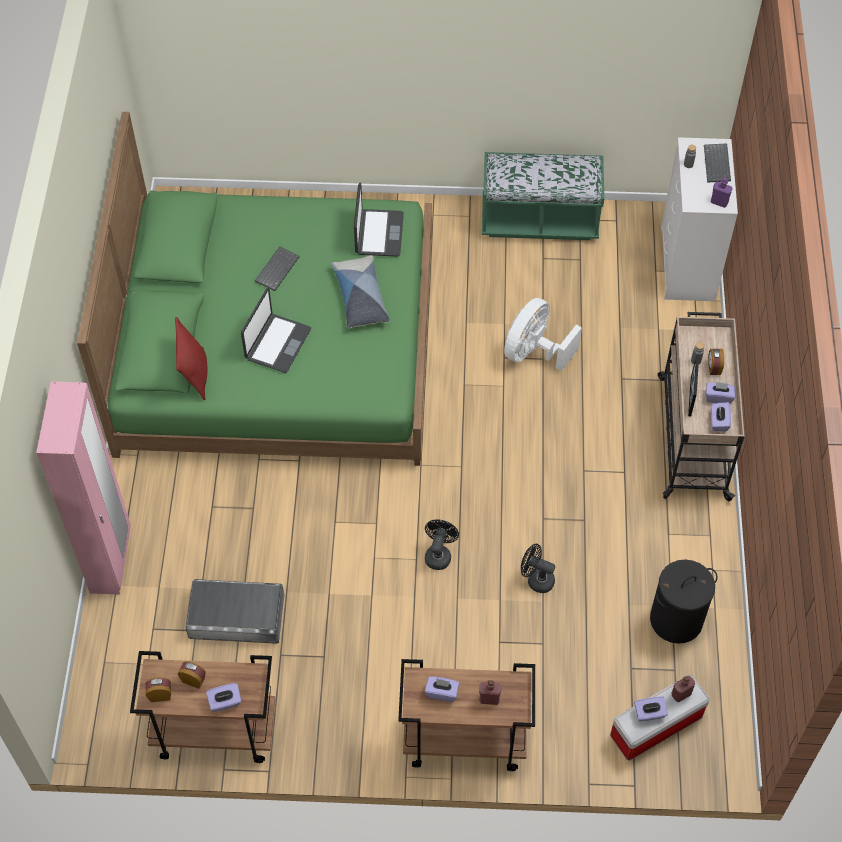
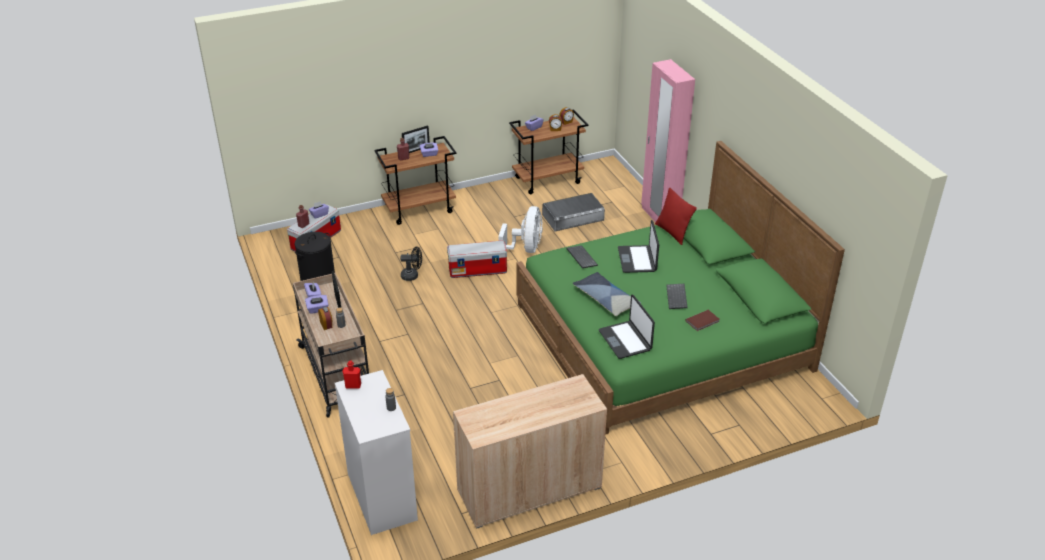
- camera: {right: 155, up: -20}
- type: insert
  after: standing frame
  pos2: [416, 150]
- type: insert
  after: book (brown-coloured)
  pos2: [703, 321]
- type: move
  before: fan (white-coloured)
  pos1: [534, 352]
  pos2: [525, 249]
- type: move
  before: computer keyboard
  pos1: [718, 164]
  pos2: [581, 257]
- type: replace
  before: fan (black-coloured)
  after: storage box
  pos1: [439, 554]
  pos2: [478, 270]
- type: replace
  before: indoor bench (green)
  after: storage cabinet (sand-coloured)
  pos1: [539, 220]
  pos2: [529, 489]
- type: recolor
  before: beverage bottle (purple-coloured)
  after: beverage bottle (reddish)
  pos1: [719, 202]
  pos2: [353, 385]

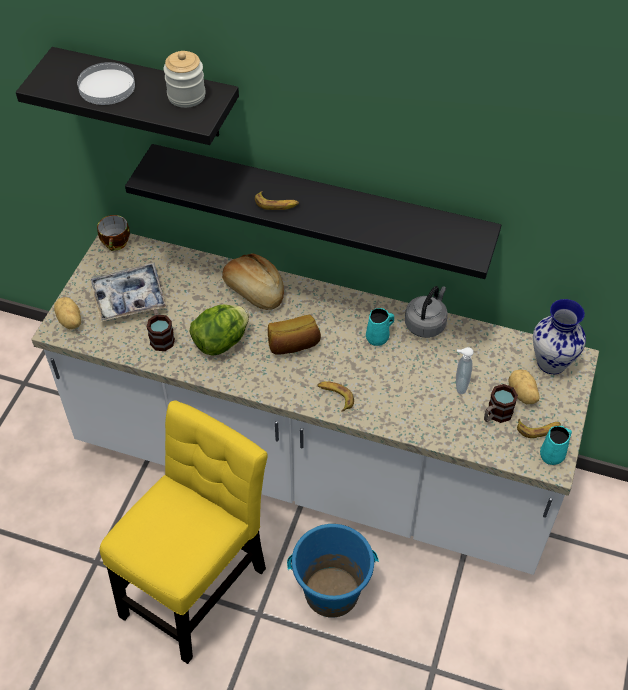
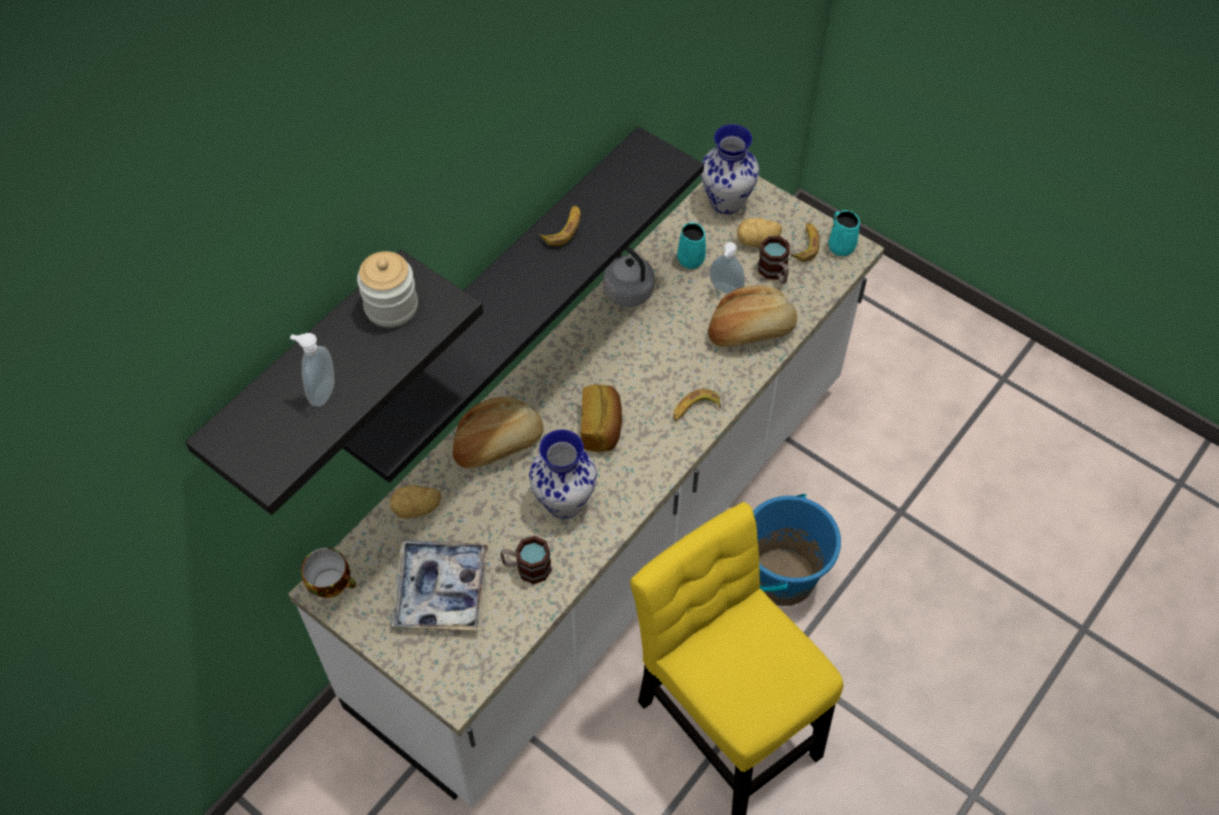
- camera: {right: -70, up: 5}
- type: insert
  after: bread
  pos2: [750, 330]
- type: move
  before: potato
  pos1: [69, 321]
  pos2: [417, 509]
- type: move
  before: banana
  pos1: [276, 204]
  pos2: [563, 229]
- type: move
  before: coffee mug (turquoise-coloured)
  pos1: [378, 337]
  pos2: [690, 258]
- type: replace
  before: plate (white-coloured)
  after: liquid soap bottle
  pos1: [106, 87]
  pos2: [321, 392]
- type: replace
  before: head of lettuce
  after: flower vase
  pos1: [221, 342]
  pos2: [564, 503]

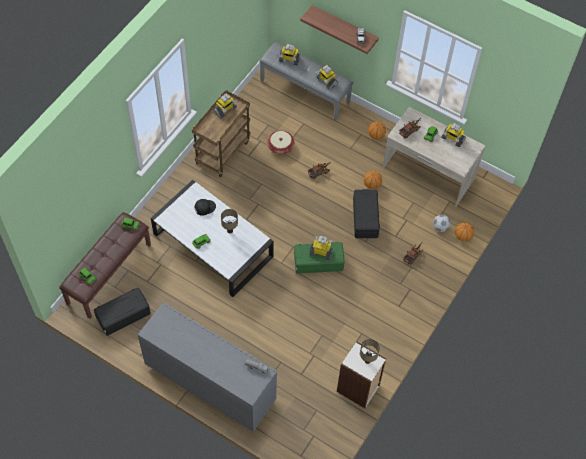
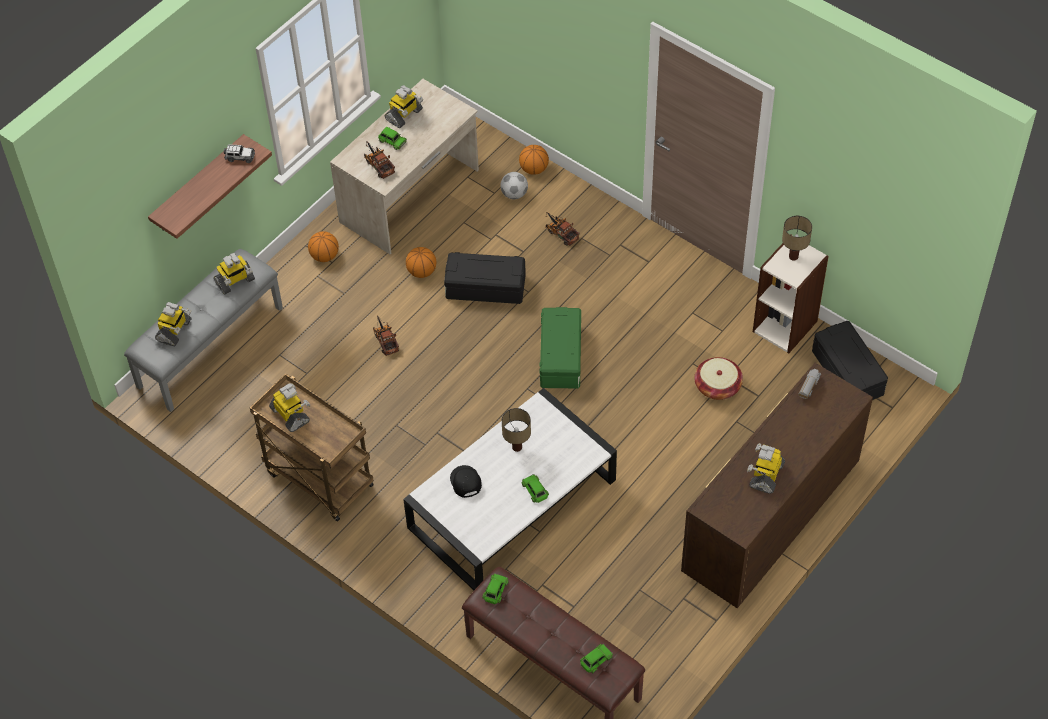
- camera: {right: -80, up: -5}
- type: move
  before: storage box (black-coloured)
  pos1: [123, 316]
  pos2: [848, 373]
- type: move
  before: basket
  pos1: [280, 147]
  pos2: [717, 386]
- type: move
  before: robot figure
  pos1: [321, 252]
  pos2: [765, 475]
- type: recolor
  before: chest of drawers (gray)
  after: chest of drawers (brown-coloured)
  pos1: [210, 382]
  pos2: [769, 520]

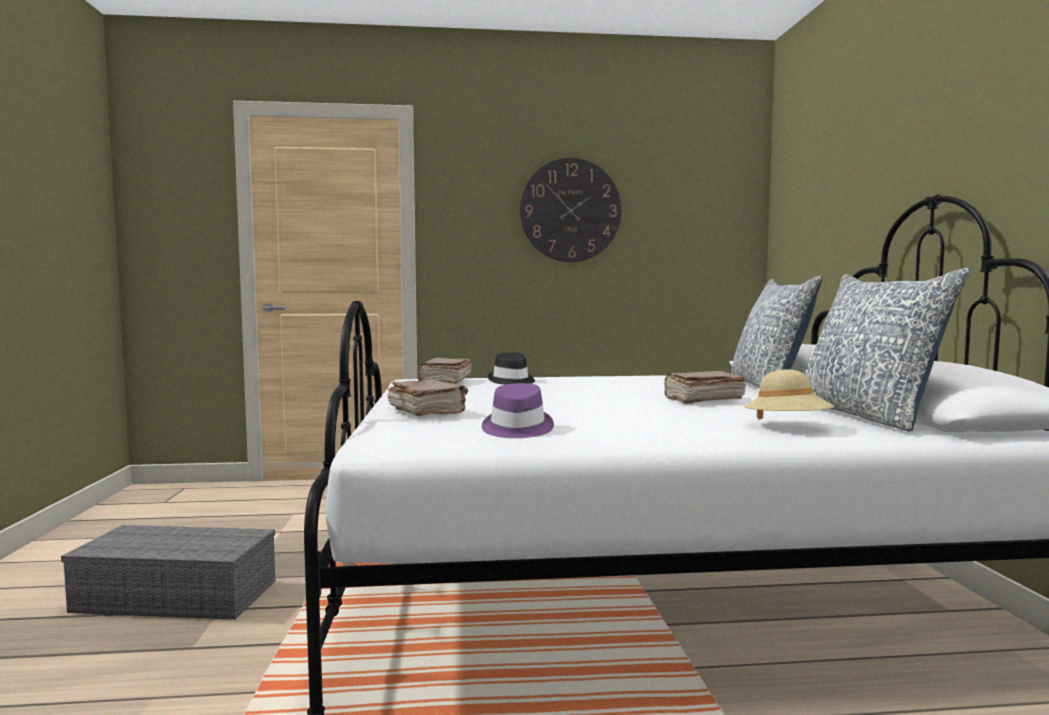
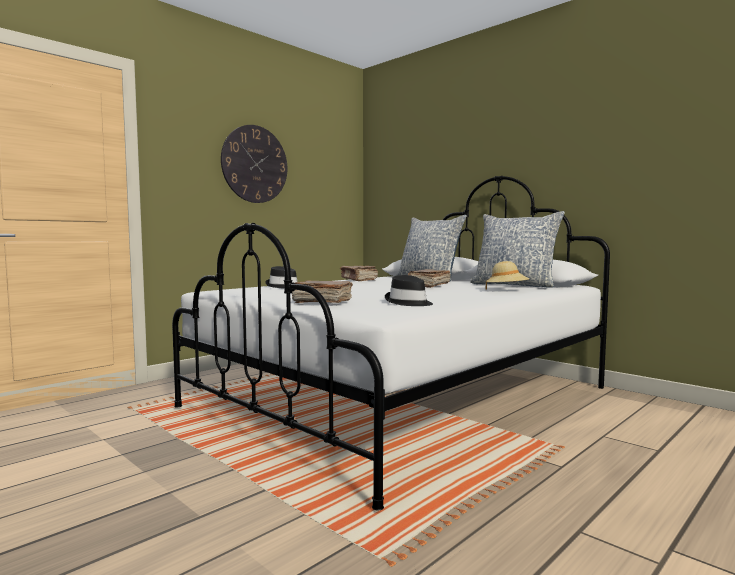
- camera: {right: -40, up: 0}
- type: delete
  before: storage box (gray)
  pos1: [180, 595]
- type: move
  before: book (brown-coloured)
  pos1: [445, 382]
  pos2: [358, 279]
- type: recolor
  before: wearable hat (purple-coloured)
  after: wearable hat (black-coloured)
  pos1: [516, 429]
  pos2: [409, 303]

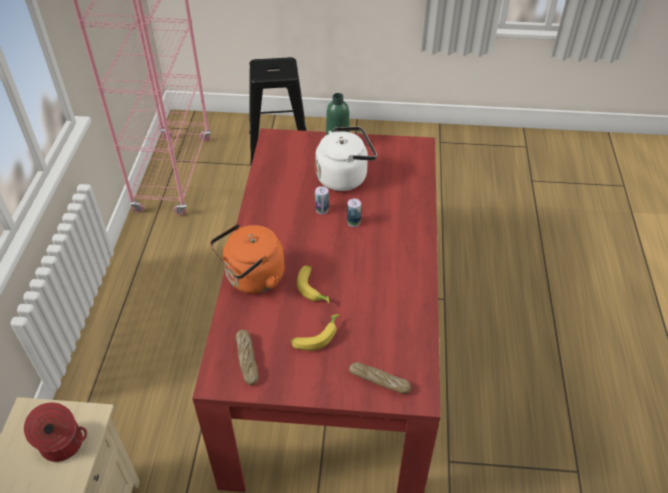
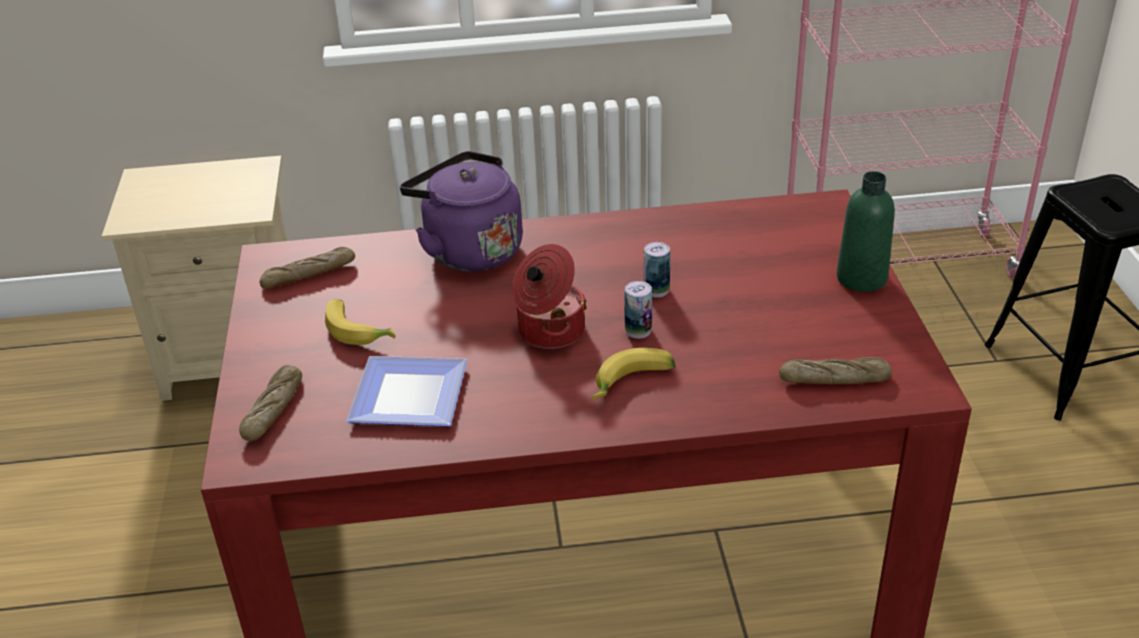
- camera: {right: 80, up: -10}
- type: delete
  before: tea kettle (white-coloured)
  pos1: [344, 177]
- type: insert
  after: plate
  pos2: [406, 393]
- type: insert
  after: bread
  pos2: [834, 379]
- type: move
  before: cooking pot
  pos1: [61, 445]
  pos2: [549, 331]
- type: move
  before: banana
  pos1: [314, 288]
  pos2: [633, 384]
- type: recolor
  before: tea kettle (orange)
  after: tea kettle (purple-coloured)
  pos1: [252, 279]
  pos2: [469, 250]

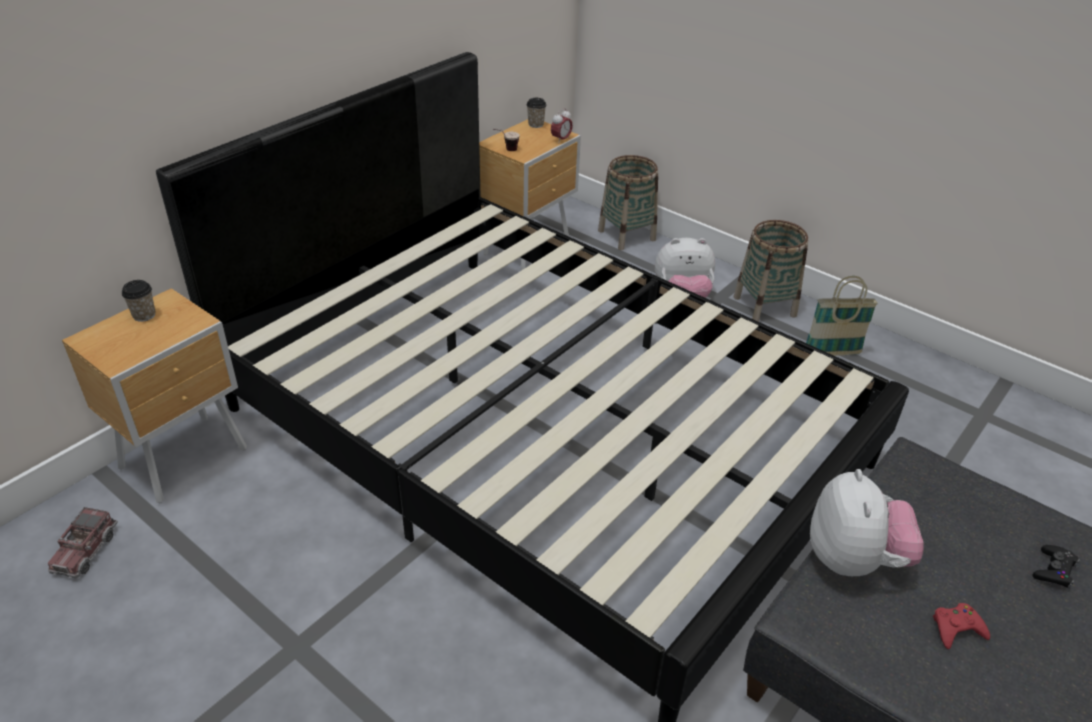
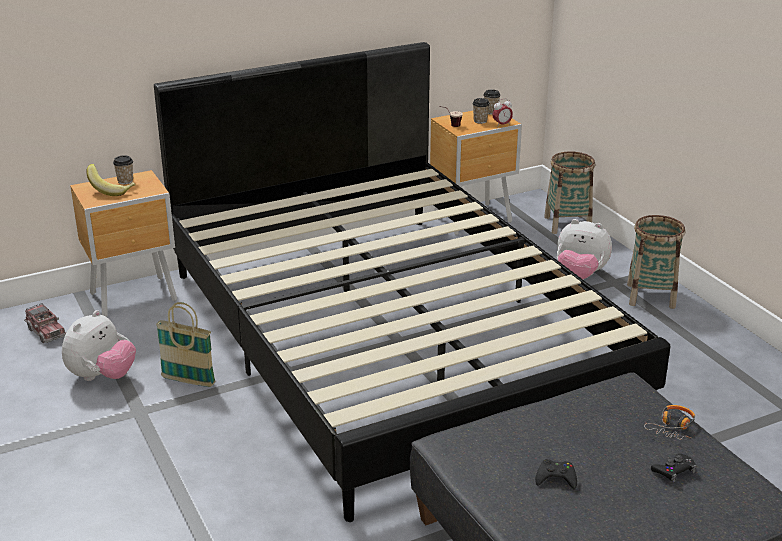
- camera: {right: 25, up: -10}
- type: insert
  after: banana
  pos2: [112, 190]
- type: insert
  after: drinking cup
  pos2: [480, 121]
- type: insert
  after: headphones
  pos2: [672, 427]
- type: move
  before: basket
  pos1: [832, 353]
  pos2: [188, 381]
- type: move
  before: plush toy
  pos1: [853, 560]
  pos2: [102, 376]
- type: recolor
  before: gamepad (reddish)
  after: gamepad (black-coloured)
  pos1: [956, 629]
  pos2: [556, 478]
- type: rotate
  before: model truck
  pos1: [85, 551]
  pos2: [46, 331]
  turn: -75

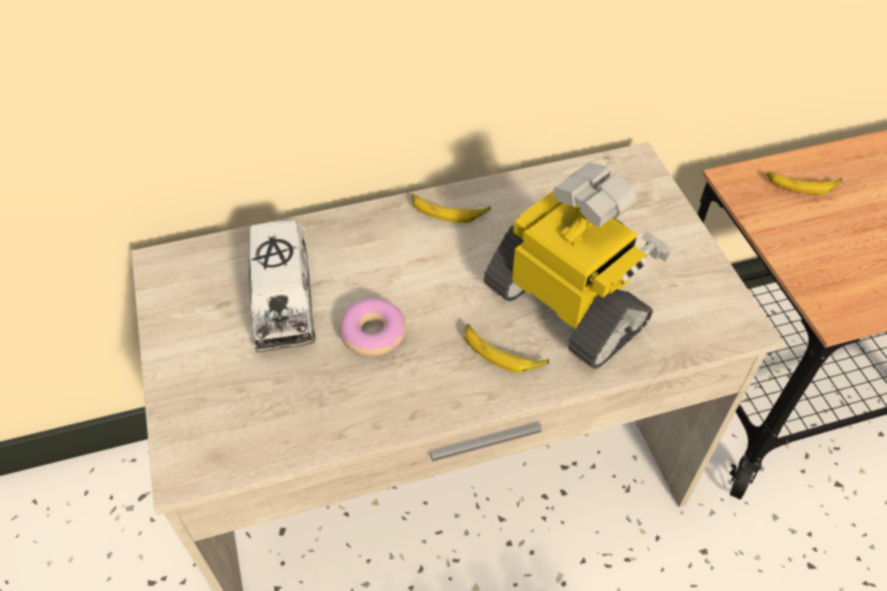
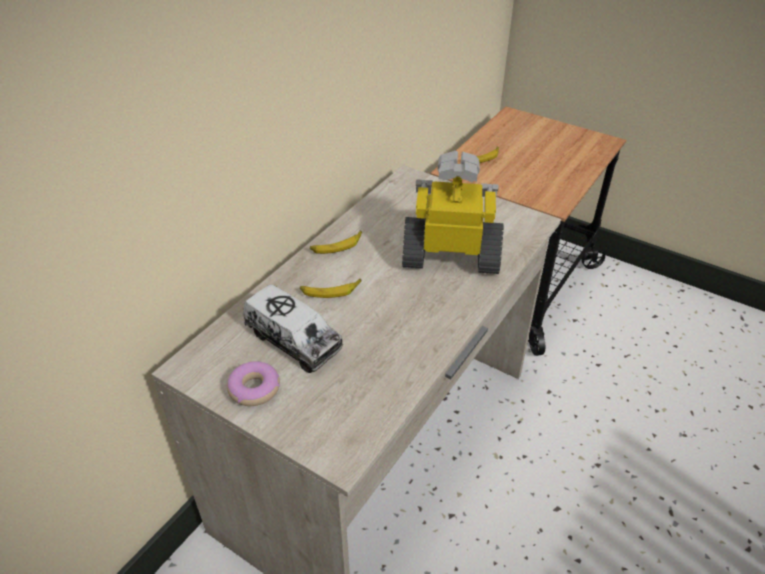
- camera: {right: -40, up: -10}
- type: move
  before: ring doughnut
  pos1: [373, 333]
  pos2: [254, 389]
- type: move
  before: banana
  pos1: [502, 353]
  pos2: [330, 291]

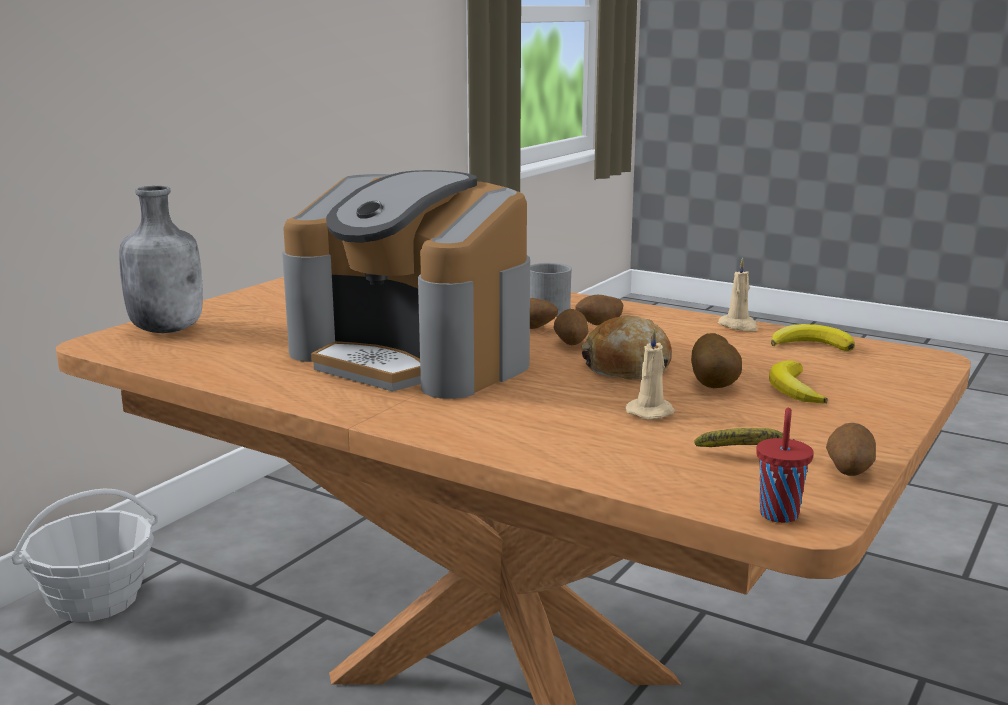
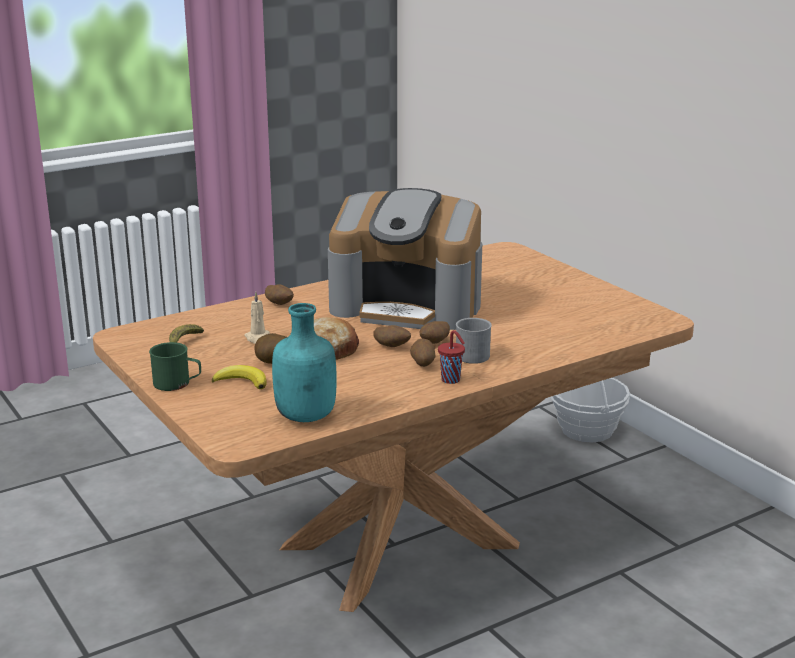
- camera: {right: 115, up: 5}
- type: delete
  before: beverage bottle (gray)
  pos1: [168, 329]
- type: delete
  before: wax candle (sand-coloured)
  pos1: [739, 326]
- type: insert
  after: coffee mug (green)
  pos2: [177, 384]
- type: move
  before: drinking cup (reddish)
  pos1: [779, 513]
  pos2: [451, 380]
- type: move
  before: potato
  pos1: [848, 470]
  pos2: [279, 304]
- type: replace
  before: banana
  after: beverage bottle (turquoise-coloured)
  pos1: [811, 345]
  pos2: [307, 416]
- type: rotate
  before: coffee maker
  pos1: [415, 357]
  pos2: [408, 306]
  turn: -135

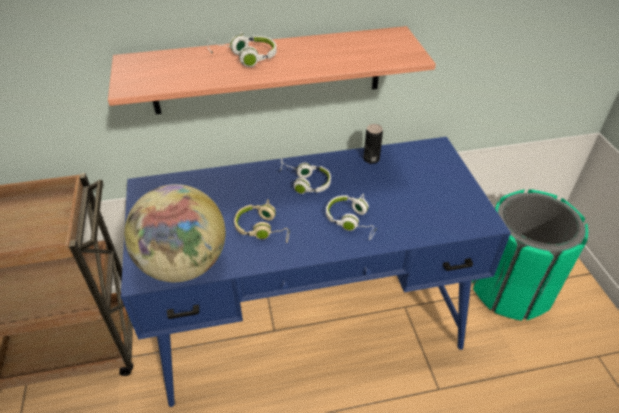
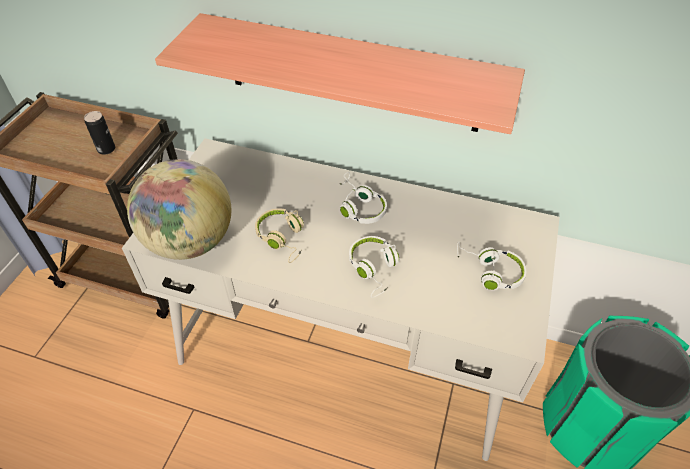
- camera: {right: 30, up: 5}
- type: move
  before: headphones (white-coloured)
  pos1: [245, 57]
  pos2: [489, 271]
- type: move
  before: can
  pos1: [371, 159]
  pos2: [106, 149]
- type: recolor
  before: desk table (bluish)
  after: desk table (white-coloured)
  pos1: [309, 322]
  pos2: [346, 350]

